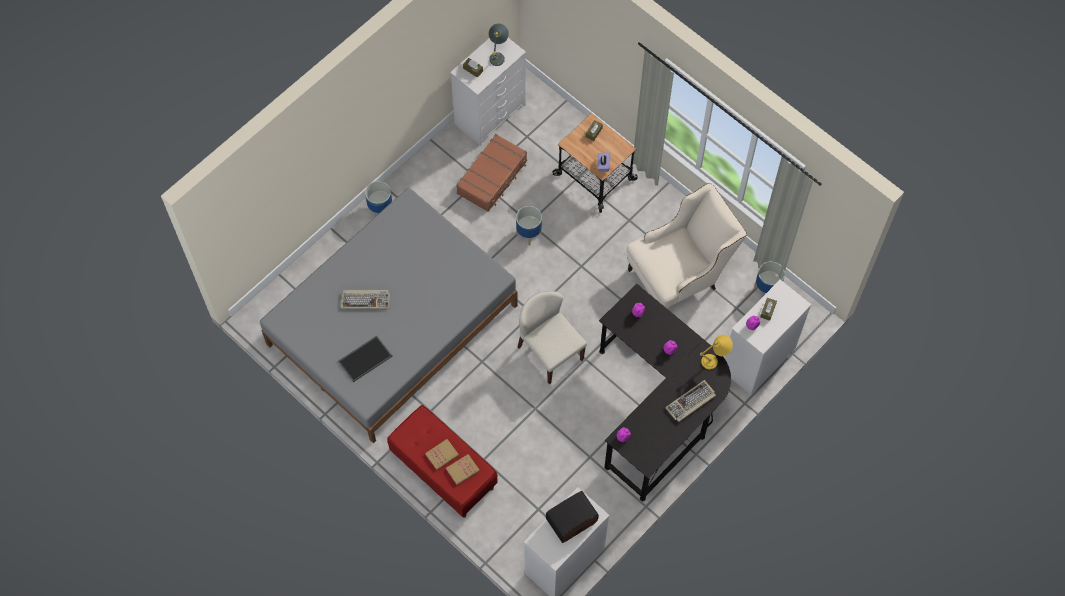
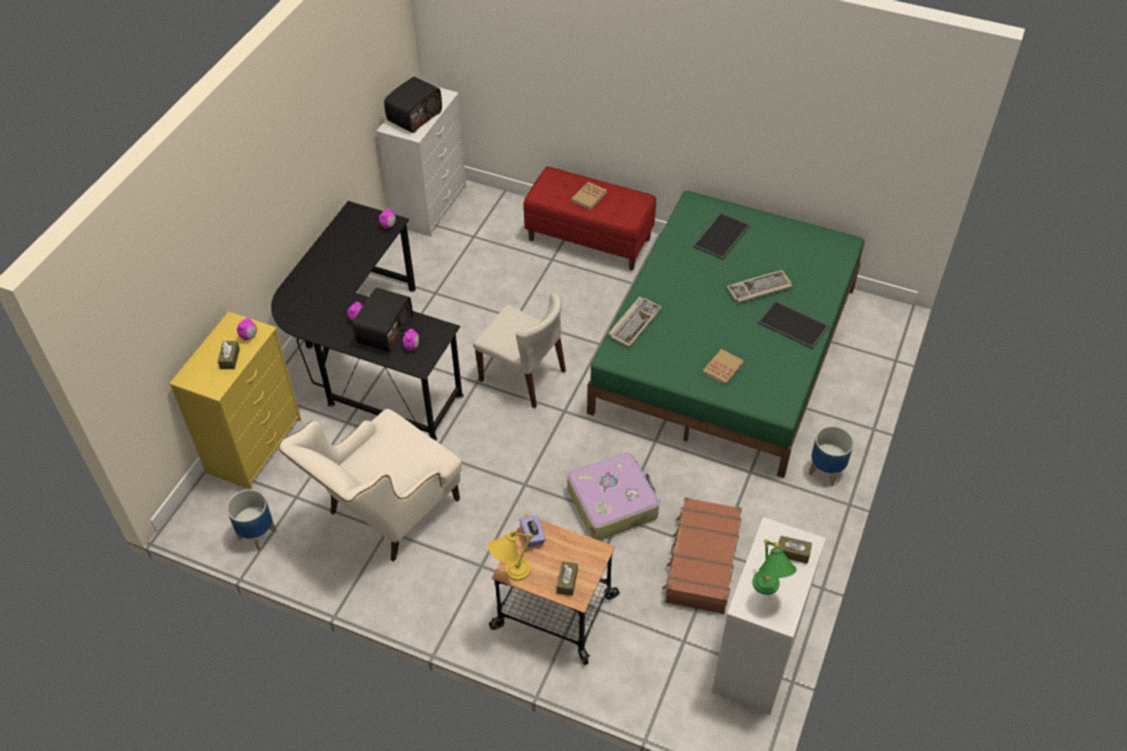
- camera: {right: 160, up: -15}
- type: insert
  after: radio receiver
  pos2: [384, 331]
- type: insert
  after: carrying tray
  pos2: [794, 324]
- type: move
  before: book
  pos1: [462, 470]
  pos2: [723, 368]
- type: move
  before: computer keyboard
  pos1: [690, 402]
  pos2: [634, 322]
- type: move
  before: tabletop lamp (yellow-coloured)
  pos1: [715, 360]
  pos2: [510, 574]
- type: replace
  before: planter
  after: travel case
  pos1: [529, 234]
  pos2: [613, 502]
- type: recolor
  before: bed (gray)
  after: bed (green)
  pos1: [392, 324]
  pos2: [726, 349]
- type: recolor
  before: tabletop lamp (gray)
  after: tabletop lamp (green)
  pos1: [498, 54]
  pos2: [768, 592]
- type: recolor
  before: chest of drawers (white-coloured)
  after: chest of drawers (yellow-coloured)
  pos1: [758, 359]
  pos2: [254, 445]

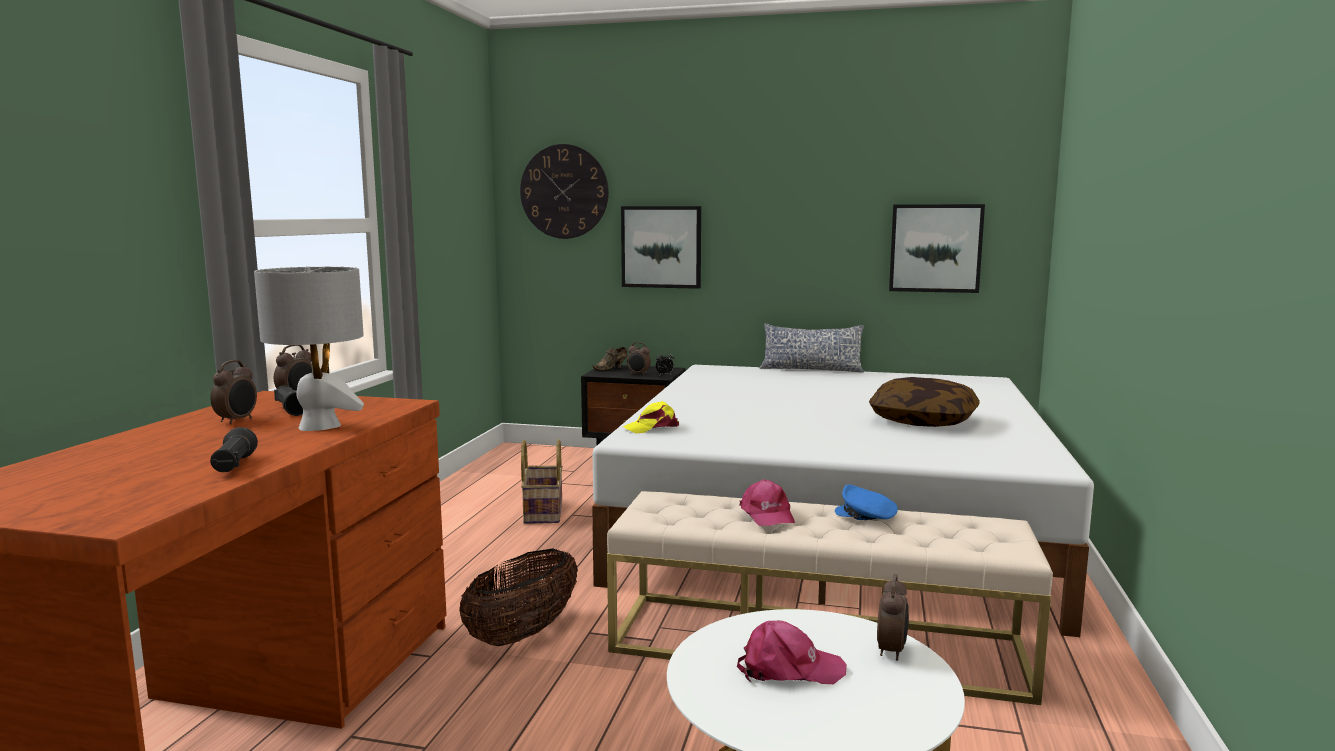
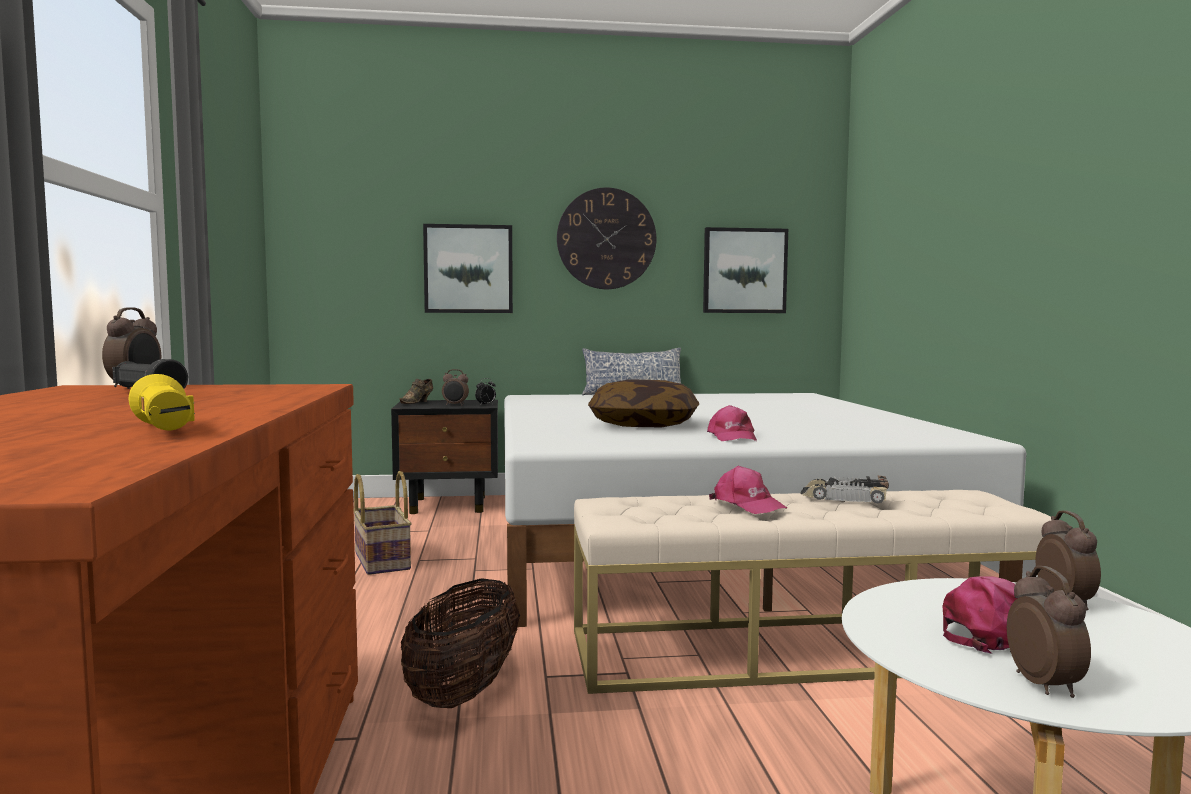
- camera: {right: -20, up: -5}
- type: delete
  before: tabletop lamp (gray)
  pos1: [320, 426]
- type: delete
  before: cap (yellow-coloured)
  pos1: [652, 427]
- type: insert
  after: cap (pinkish)
  pos2: [731, 437]
- type: move
  before: table clock
  pos1: [237, 420]
  pos2: [1045, 685]
- type: move
  before: wall clock
  pos1: [564, 191]
  pos2: [606, 239]
- type: move
  before: pillow
  pos1: [923, 421]
  pos2: [644, 424]
- type: replace
  before: cap (bluish)
  after: toy car
  pos1: [865, 516]
  pos2: [843, 497]
- type: recolor
  before: flashlight (black-coloured)
  after: flashlight (yellow-coloured)
  pos1: [234, 466]
  pos2: [164, 430]

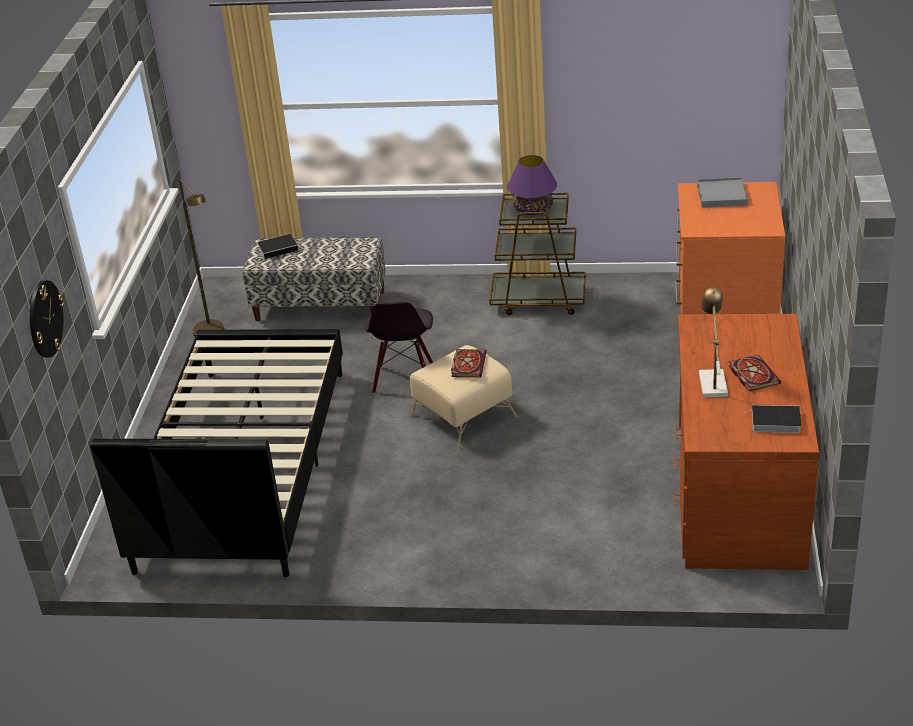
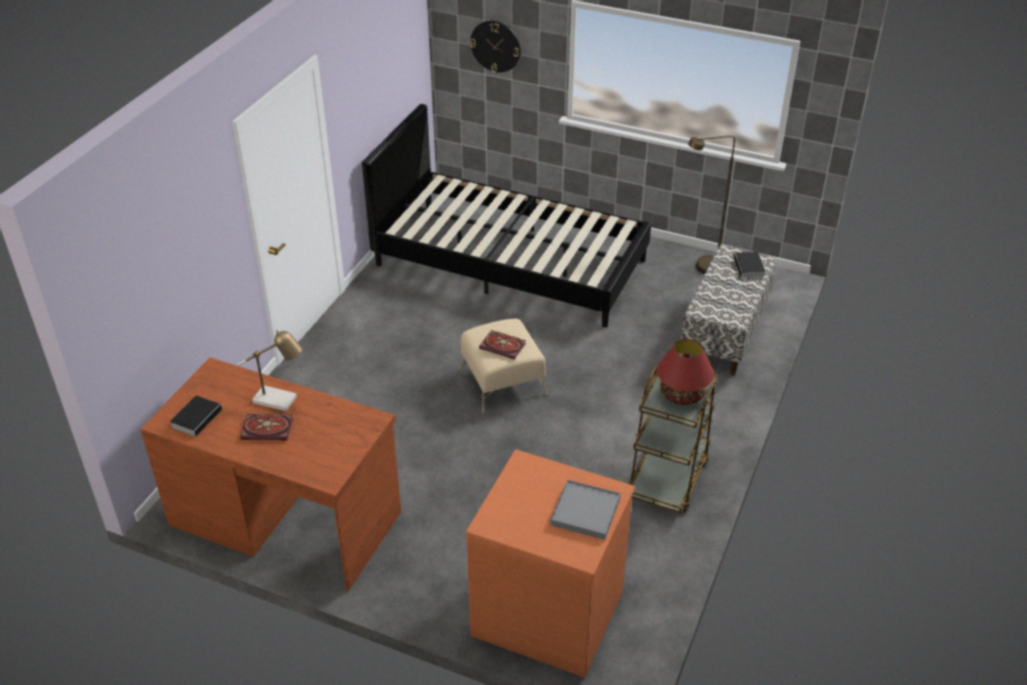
- camera: {right: 105, up: 5}
- type: delete
  before: upright chair (black-coloured)
  pos1: [404, 379]
- type: recolor
  before: tabletop lamp (purple-coloured)
  after: tabletop lamp (reddish)
  pos1: [532, 209]
  pos2: [682, 394]

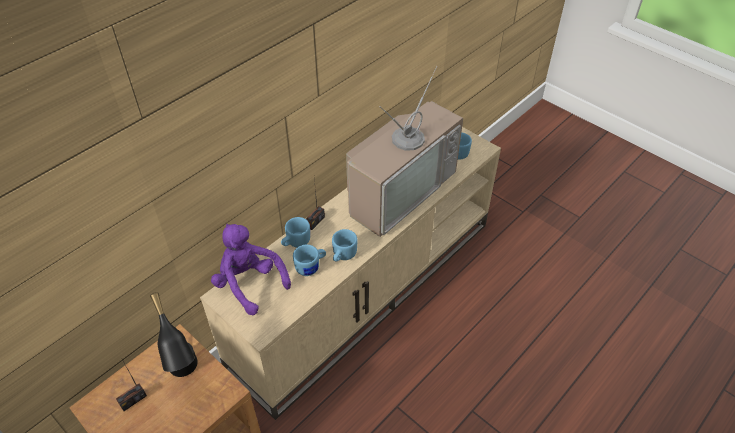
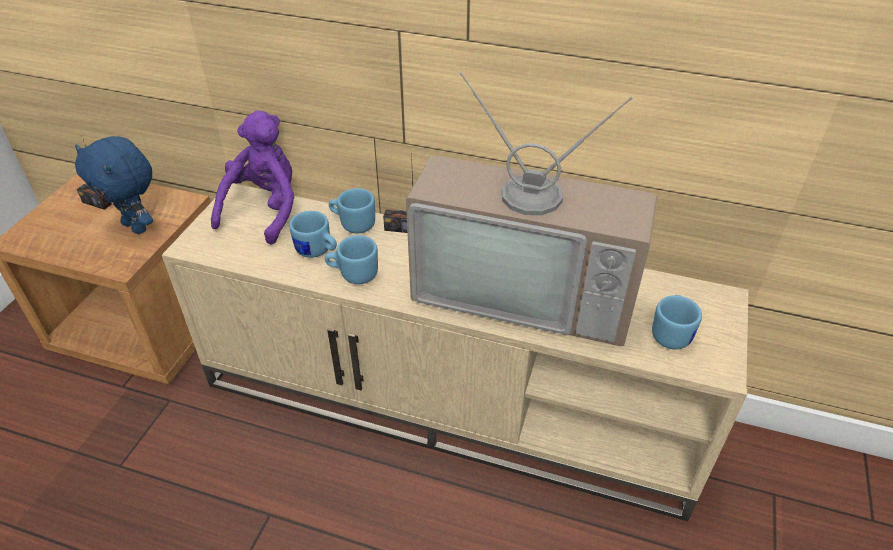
- camera: {right: 65, up: -5}
- type: replace
  before: tabletop lamp (black-coloured)
  after: plush toy (bluish)
  pos1: [186, 375]
  pos2: [137, 226]

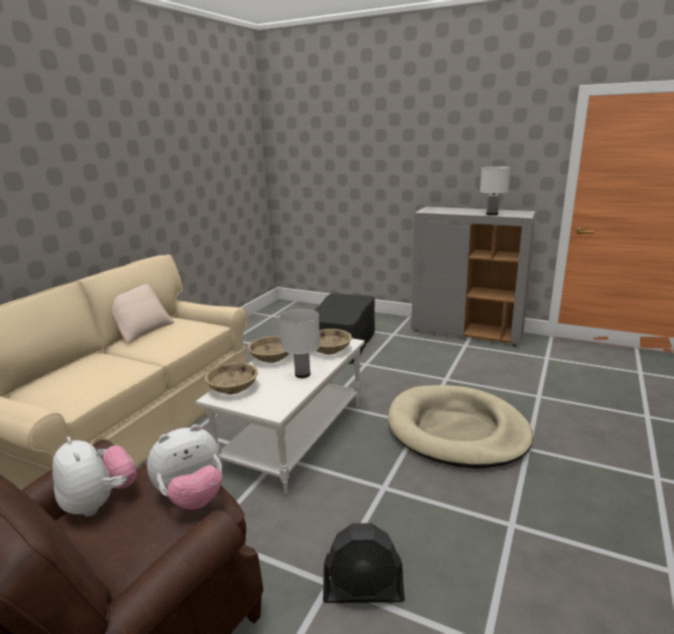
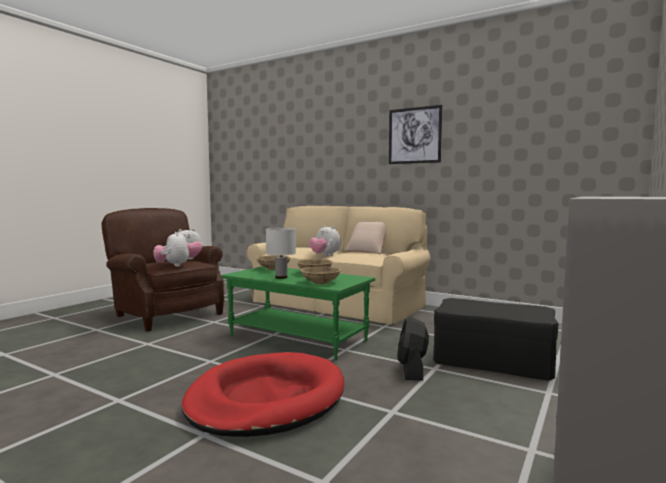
- camera: {right: 95, up: -15}
- type: delete
  before: tabletop lamp (white-coloured)
  pos1: [491, 214]
- type: insert
  after: plush toy
  pos2: [325, 255]
- type: insert
  after: wall picture
  pos2: [414, 135]
- type: move
  before: fan (black-coloured)
  pos1: [363, 591]
  pos2: [412, 370]
- type: recolor
  before: low table (white-coloured)
  after: low table (green)
  pos1: [294, 435]
  pos2: [298, 338]
- type: recolor
  before: dog cushion (sand-coloured)
  after: dog cushion (reddish)
  pos1: [457, 430]
  pos2: [266, 399]

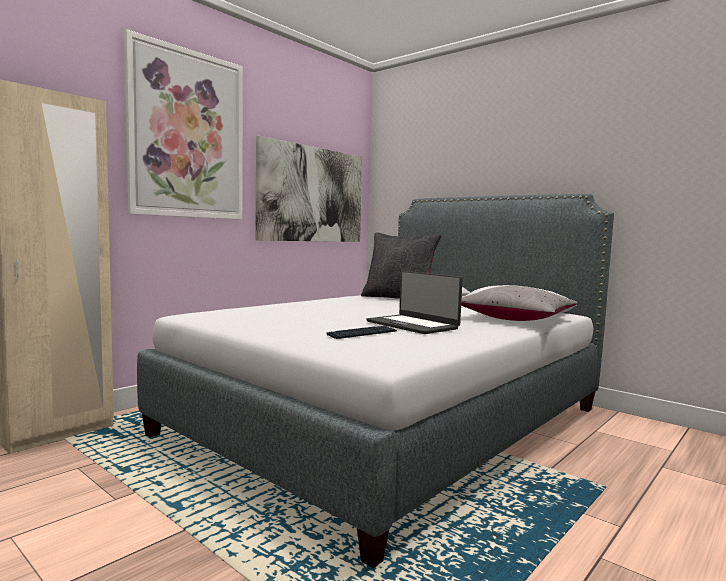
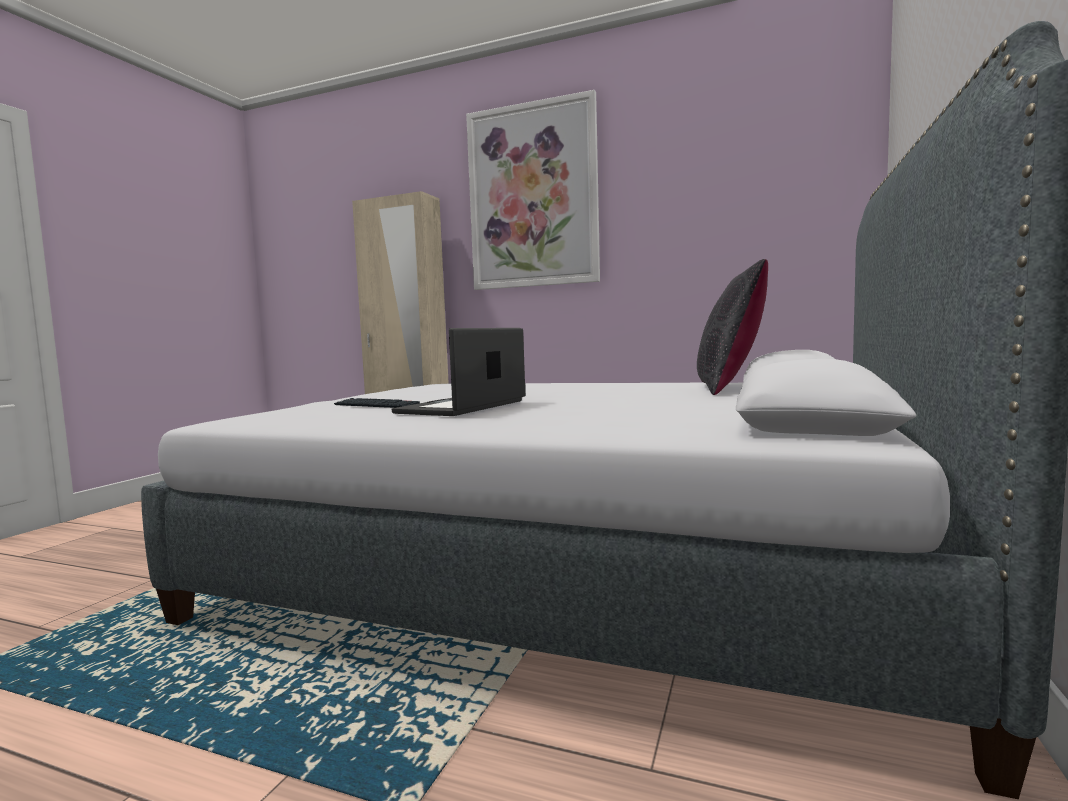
- camera: {right: 70, up: 0}
- type: delete
  before: wall picture
  pos1: [312, 194]
- type: delete
  before: pillow (gray)
  pos1: [515, 319]

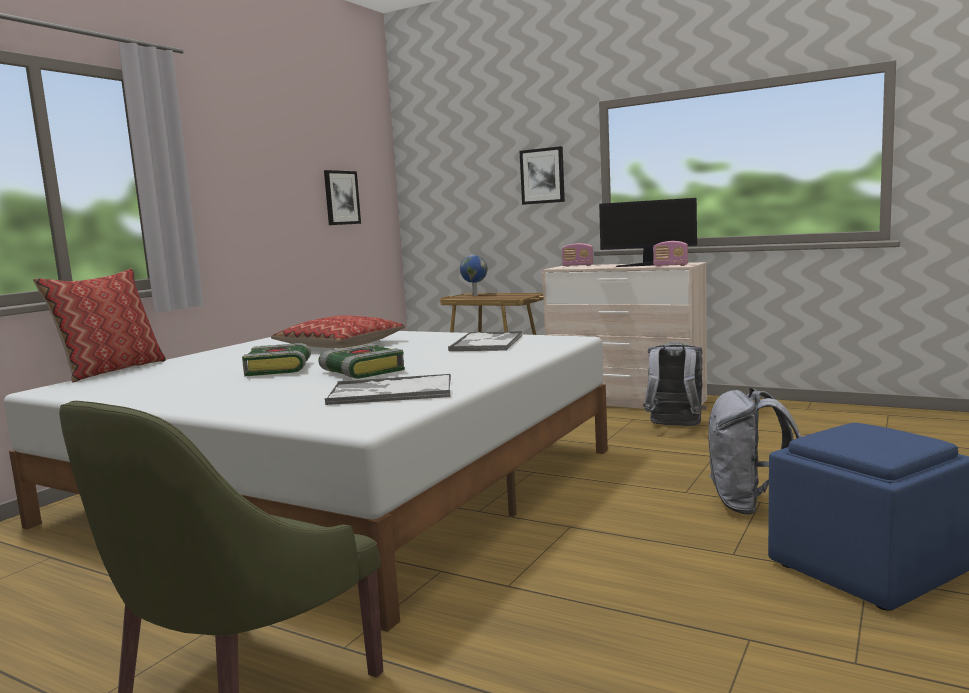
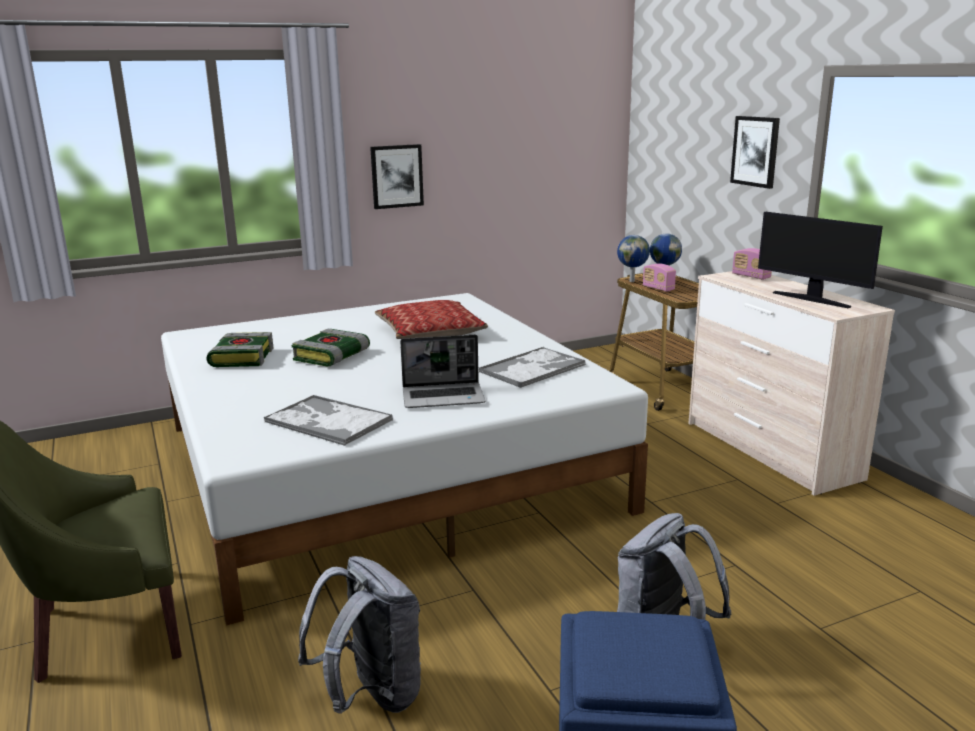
- camera: {right: 35, up: 10}
- type: delete
  before: pillow
  pos1: [111, 370]
- type: insert
  after: notebook computer
  pos2: [444, 397]
- type: insert
  after: world globe
  pos2: [632, 281]
- type: move
  before: book
  pos1: [360, 372]
  pos2: [241, 358]
- type: move
  before: wall picture
  pos1: [341, 197]
  pos2: [396, 176]
- type: move
  before: backpack (gray)
  pos1: [674, 427]
  pos2: [371, 695]
- type: move
  before: radio receiver
  pos1: [670, 266]
  pos2: [658, 288]

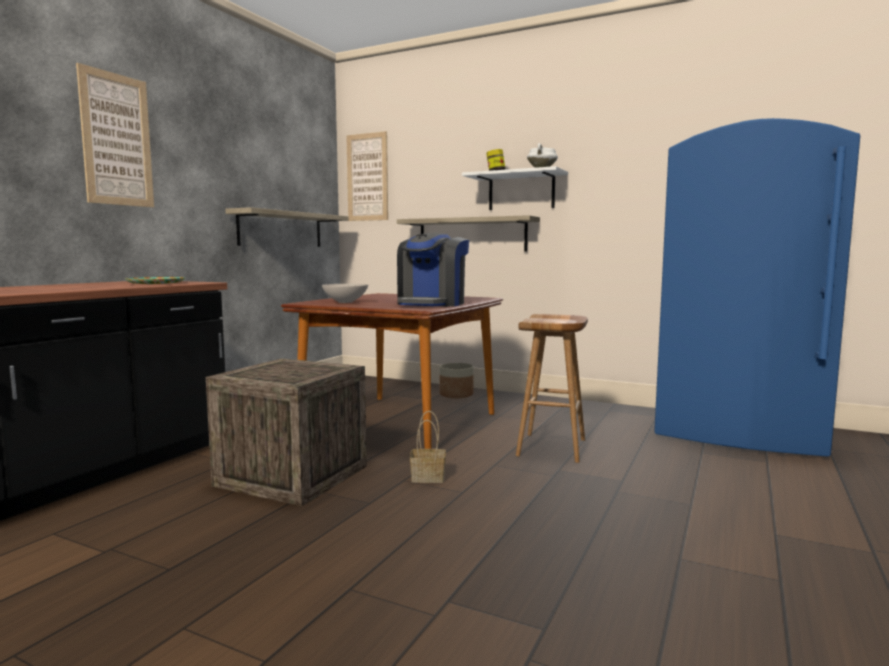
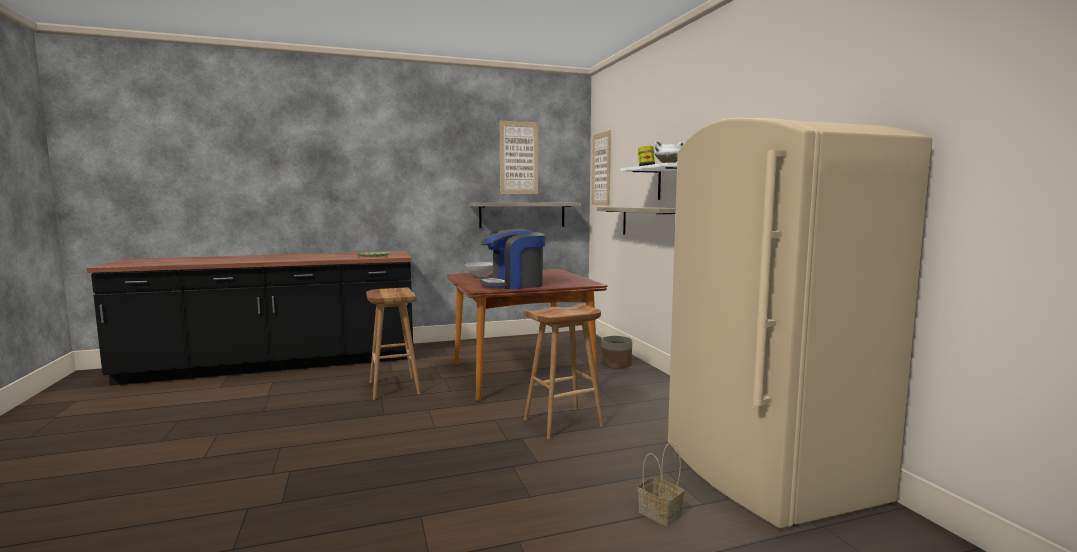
- camera: {right: 45, up: 0}
- type: move
  before: wall picture
  pos1: [117, 140]
  pos2: [519, 158]
- type: move
  before: basket
  pos1: [429, 477]
  pos2: [661, 514]
- type: replace
  before: crate
  after: sitting stool (brown-coloured)
  pos1: [292, 476]
  pos2: [393, 388]
- type: recolor
  before: fridge (bluish)
  after: fridge (sand-coloured)
  pos1: [738, 433]
  pos2: [768, 473]

